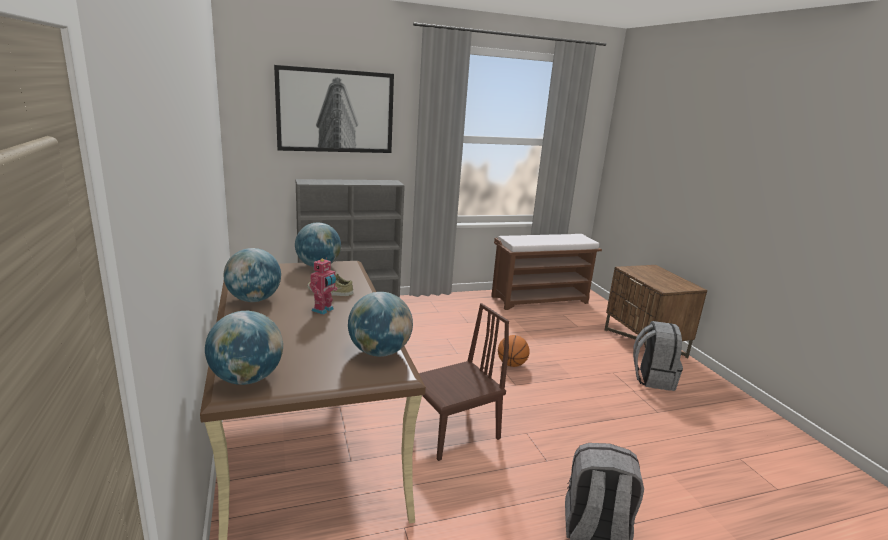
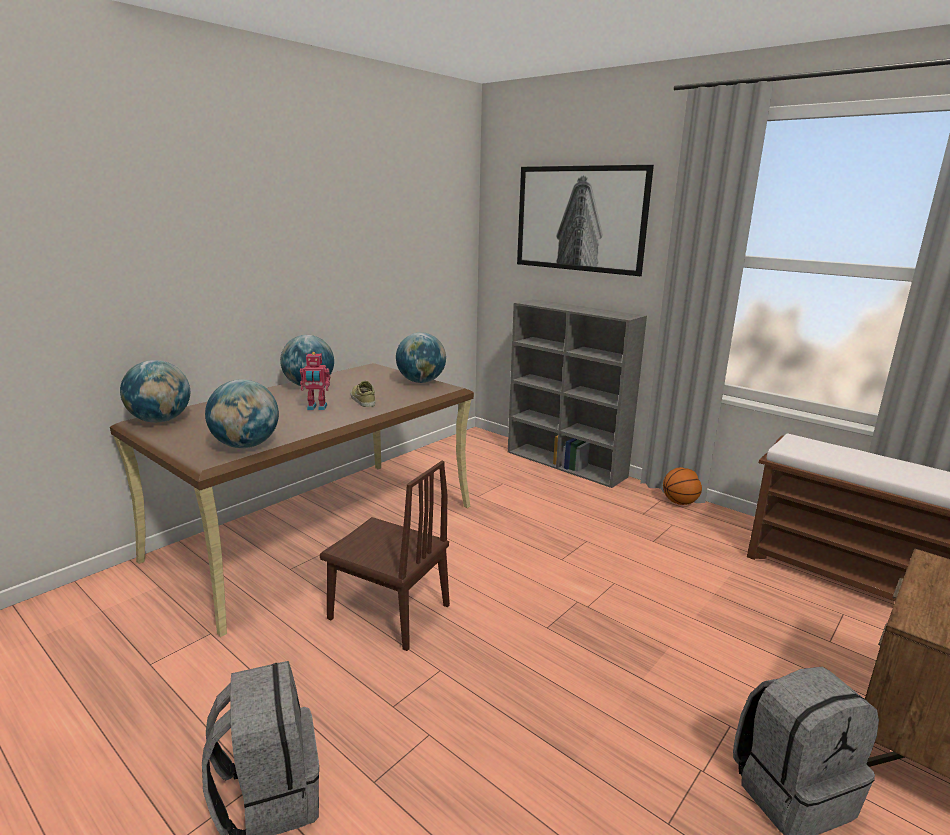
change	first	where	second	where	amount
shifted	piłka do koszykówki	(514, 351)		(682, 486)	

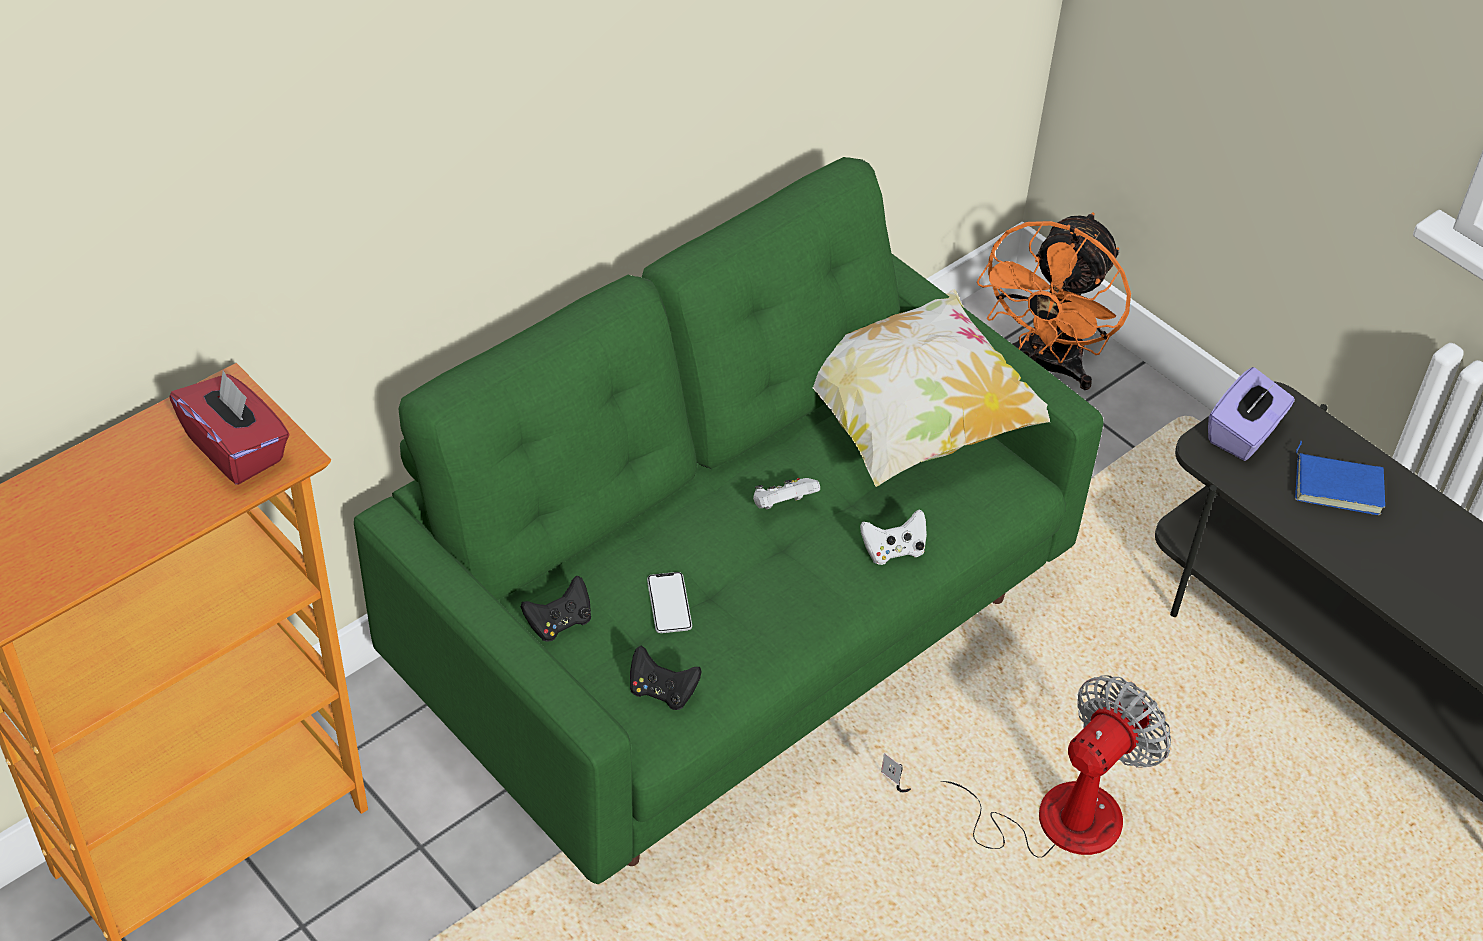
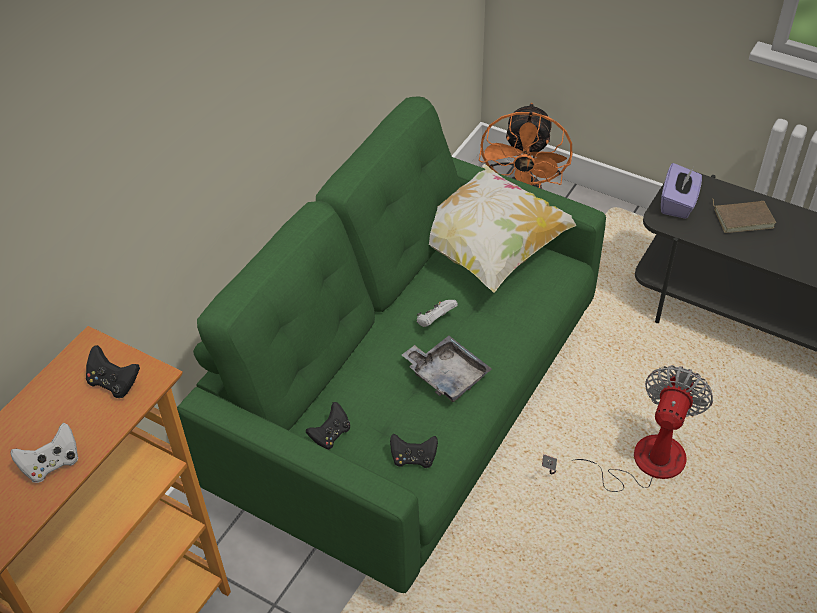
change	first	where	second	where	amount
gone	telefon	(669, 602)			
new			taca/szary	(447, 369)	
shifted	pad do gier/biały	(893, 537)		(44, 453)	
swapped	pudełko chusteczek/czerwony	(229, 427)	pad do gier/czarny	(113, 371)	
repainted	książka/niebieski	(1340, 478)	książka/brązowy	(744, 215)	

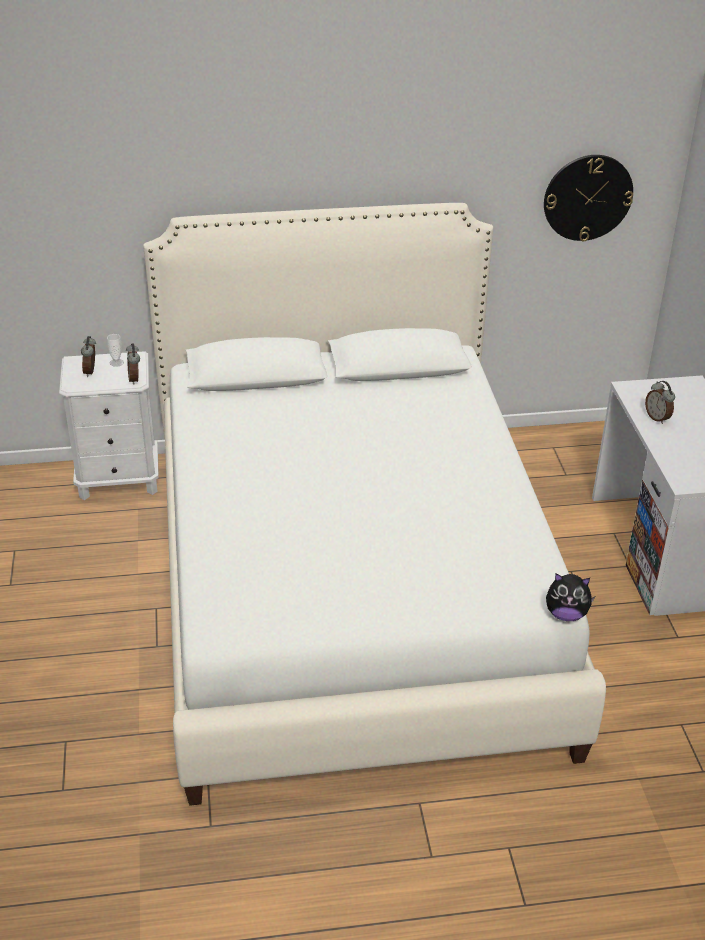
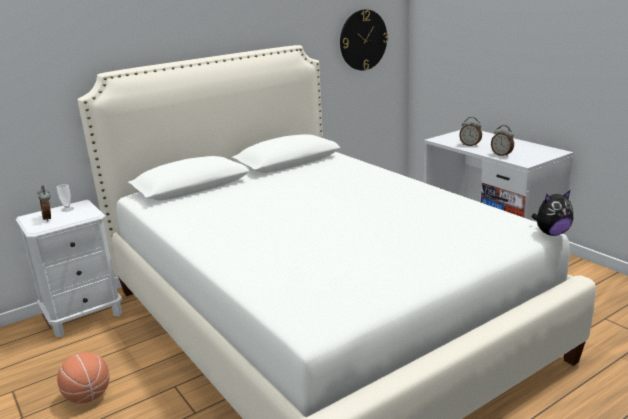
change	first	where	second	where	amount
new			piłka do koszykówki	(83, 378)	
shifted	budzik	(133, 364)		(502, 141)	

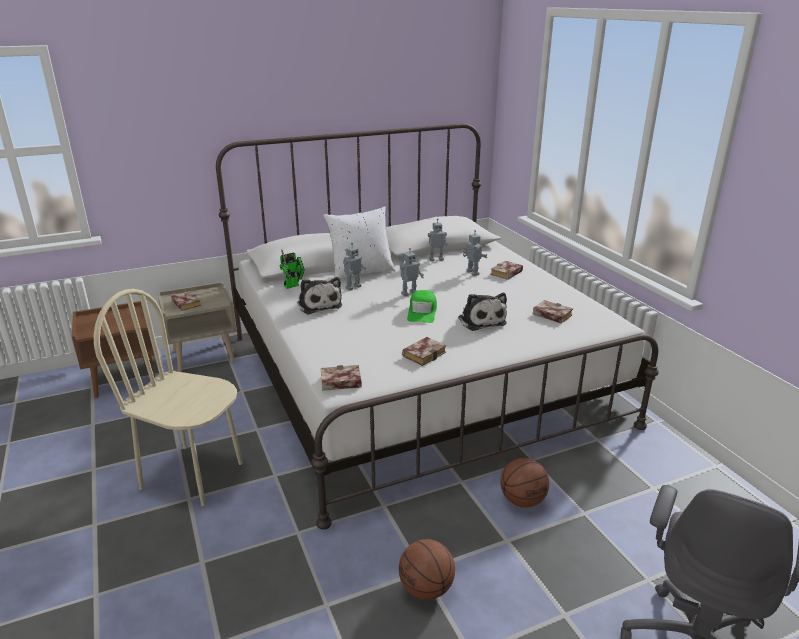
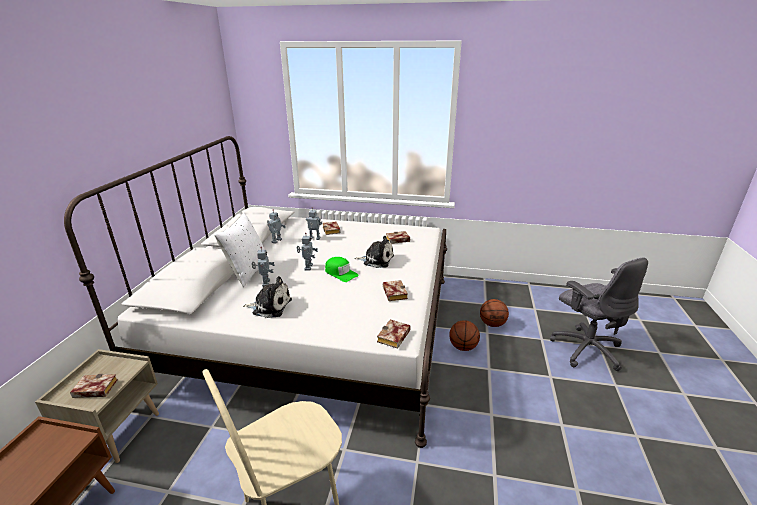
change	first	where	second	where	amount
gone	robot zabawkowy	(292, 269)			
shifted	piłka do koszykówki	(427, 569)		(494, 313)	

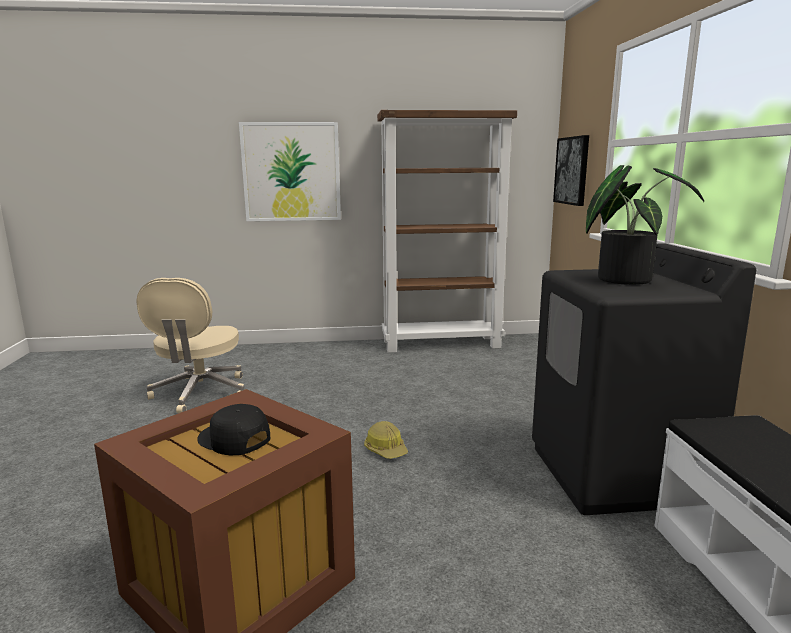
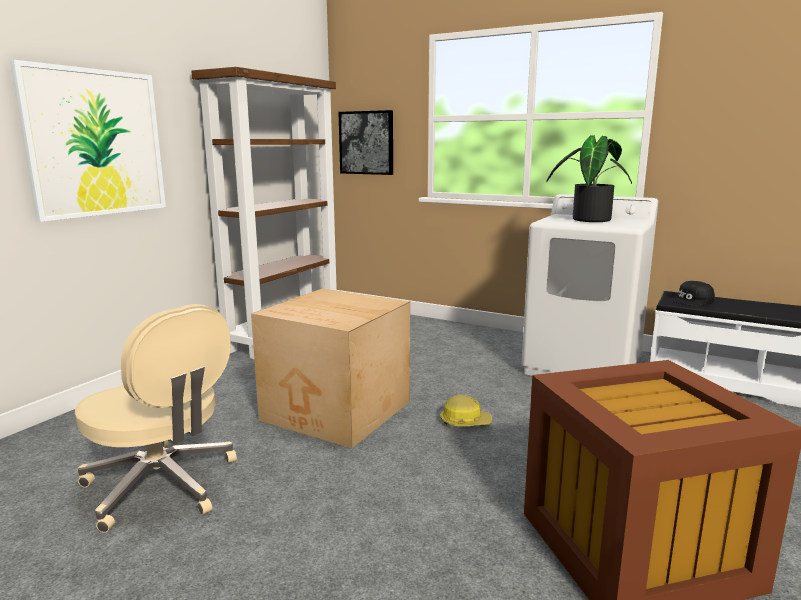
change	first	where	second	where	amount
new			karton	(330, 368)	
shifted	czapka z daszkiem/czarny	(233, 429)		(692, 293)	
repainted	pralka/czarny	(644, 379)	pralka/biały	(589, 285)	

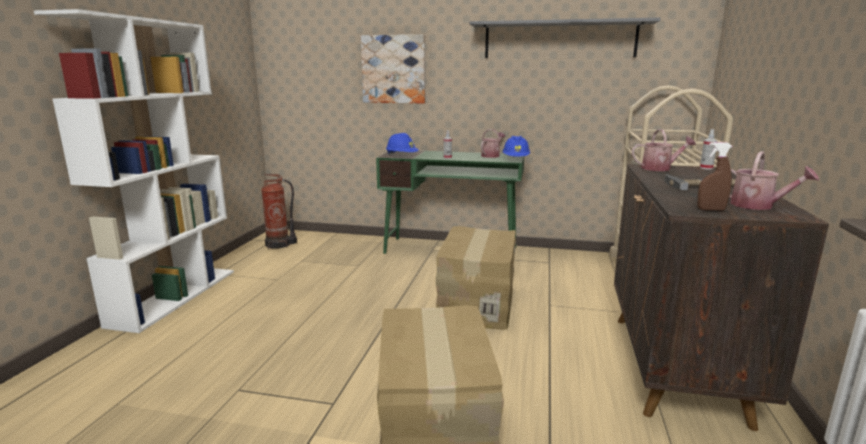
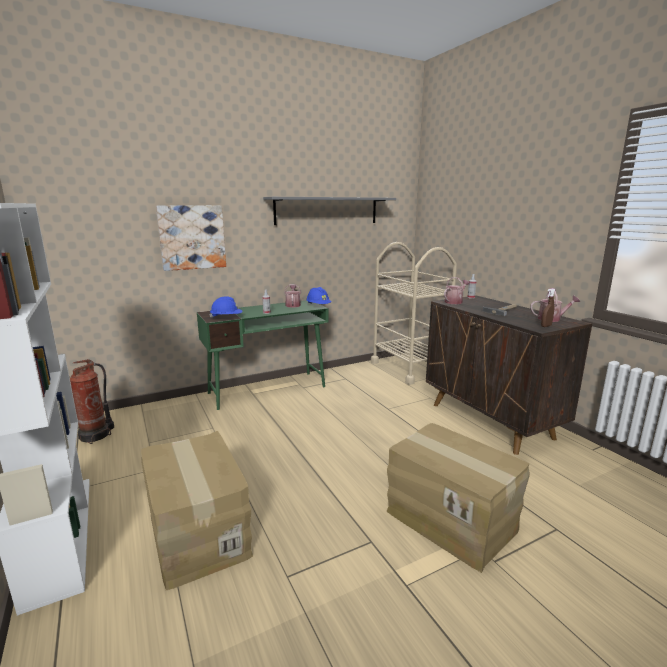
change	first	where	second	where	amount
shifted	karton	(475, 278)		(197, 510)	

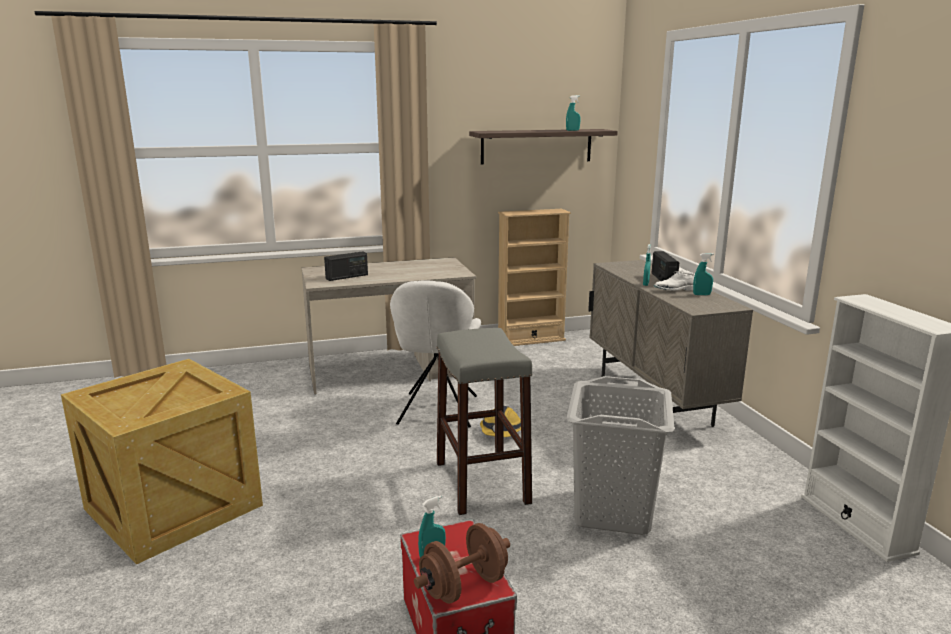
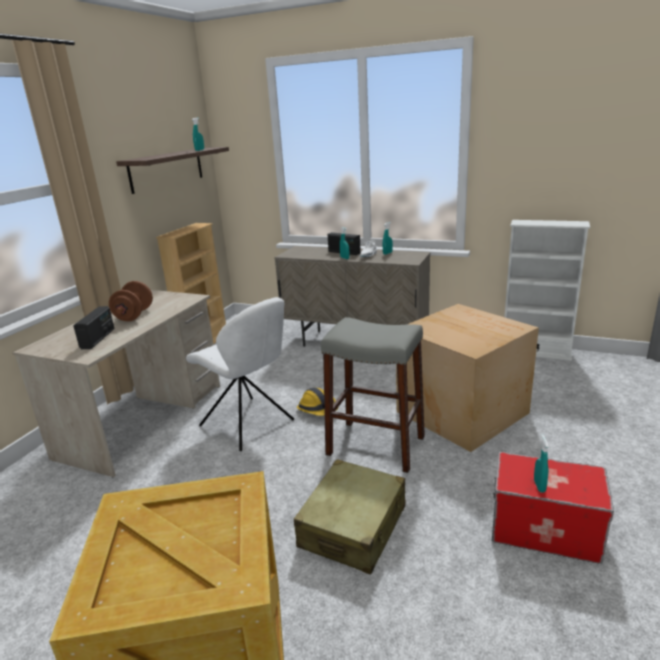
change	first	where	second	where	amount
new			walizka/beżowy	(349, 516)	
shifted	hantel/brązowy	(462, 563)		(131, 301)	
swapped	kosz na pranie/szary	(620, 455)	karton	(467, 378)	

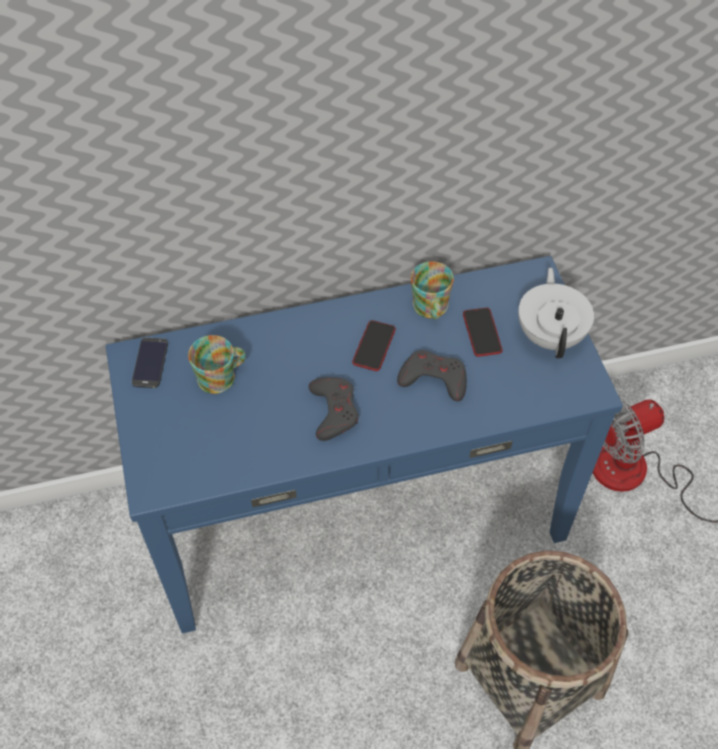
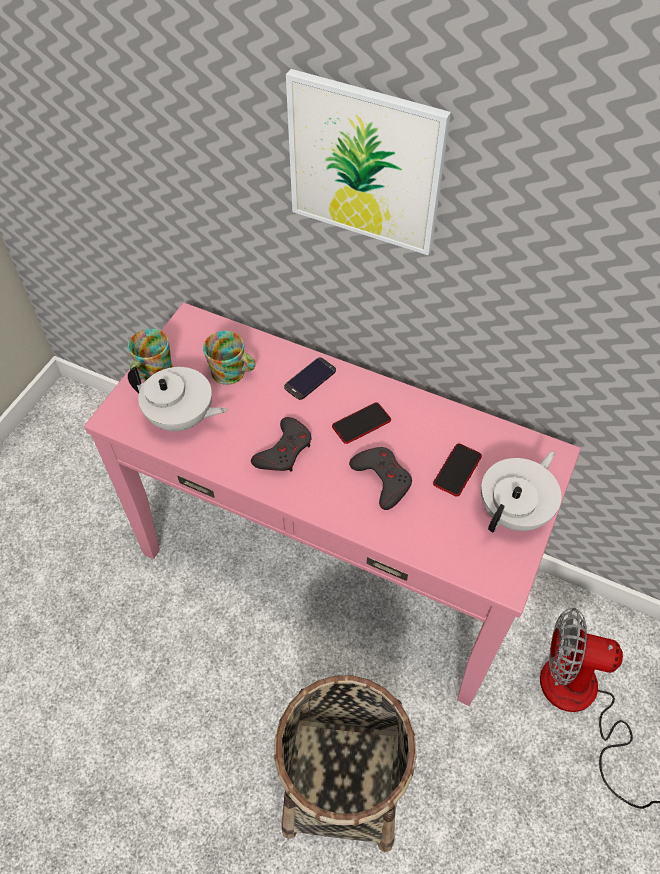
change	first	where	second	where	amount
new			imbryk/biały	(177, 399)	
new			obraz	(368, 162)	
shifted	telefon	(150, 363)		(310, 378)	
shifted	kubek	(432, 290)		(150, 355)	
repainted	stolik konsolowy/niebieski	(364, 444)	stolik konsolowy/różowy	(332, 504)	

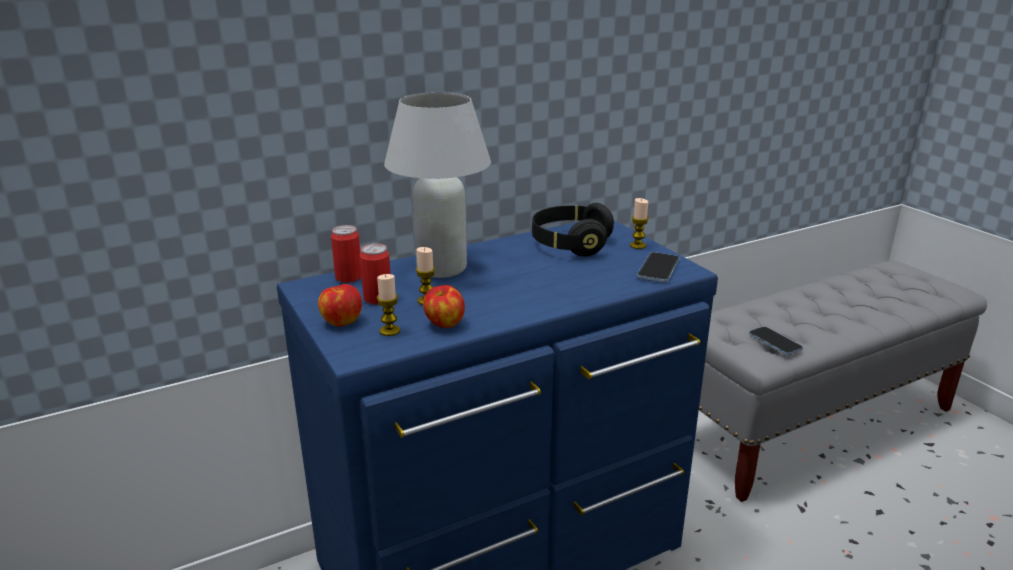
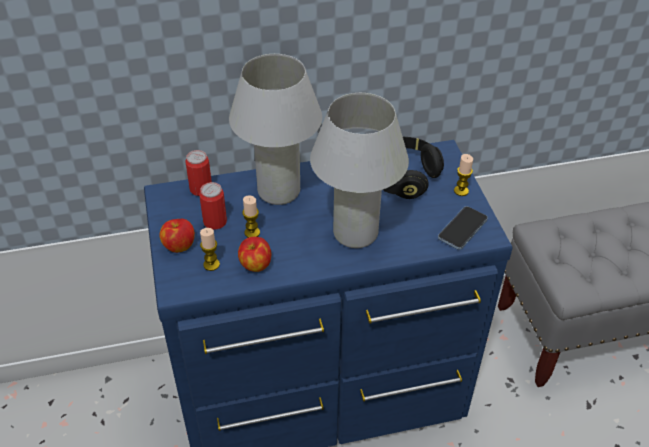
change	first	where	second	where	amount
gone	telefon	(776, 340)			
new			lampa stołowa/biały	(359, 170)	

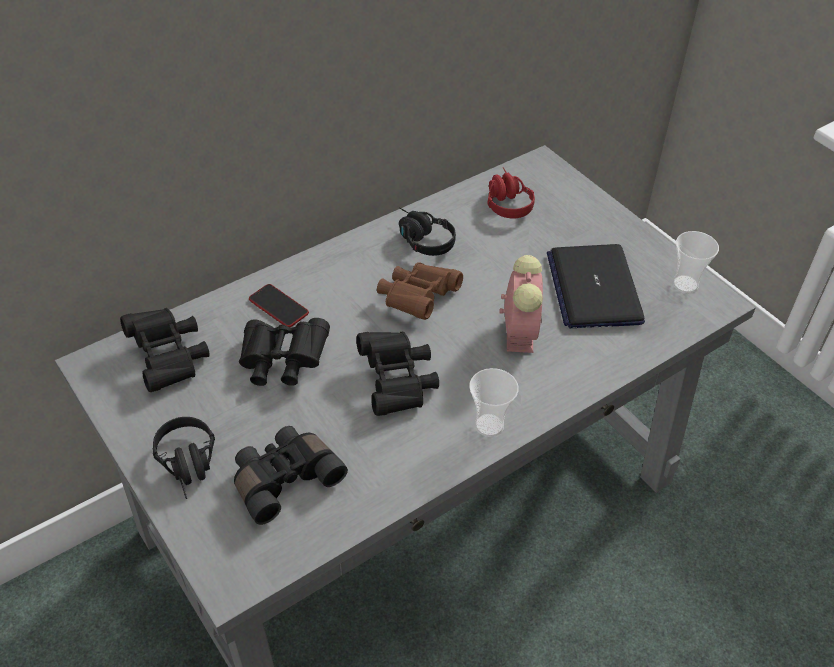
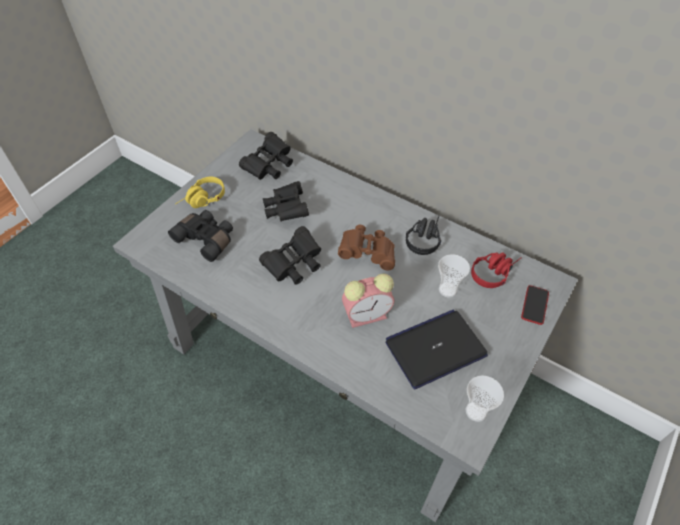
change	first	where	second	where	amount
shifted	telefon	(279, 305)		(535, 305)	
shifted	filiżanka	(494, 402)		(454, 275)	
repainted	słuchawki/czarny	(183, 458)	słuchawki/żółty	(200, 192)	

